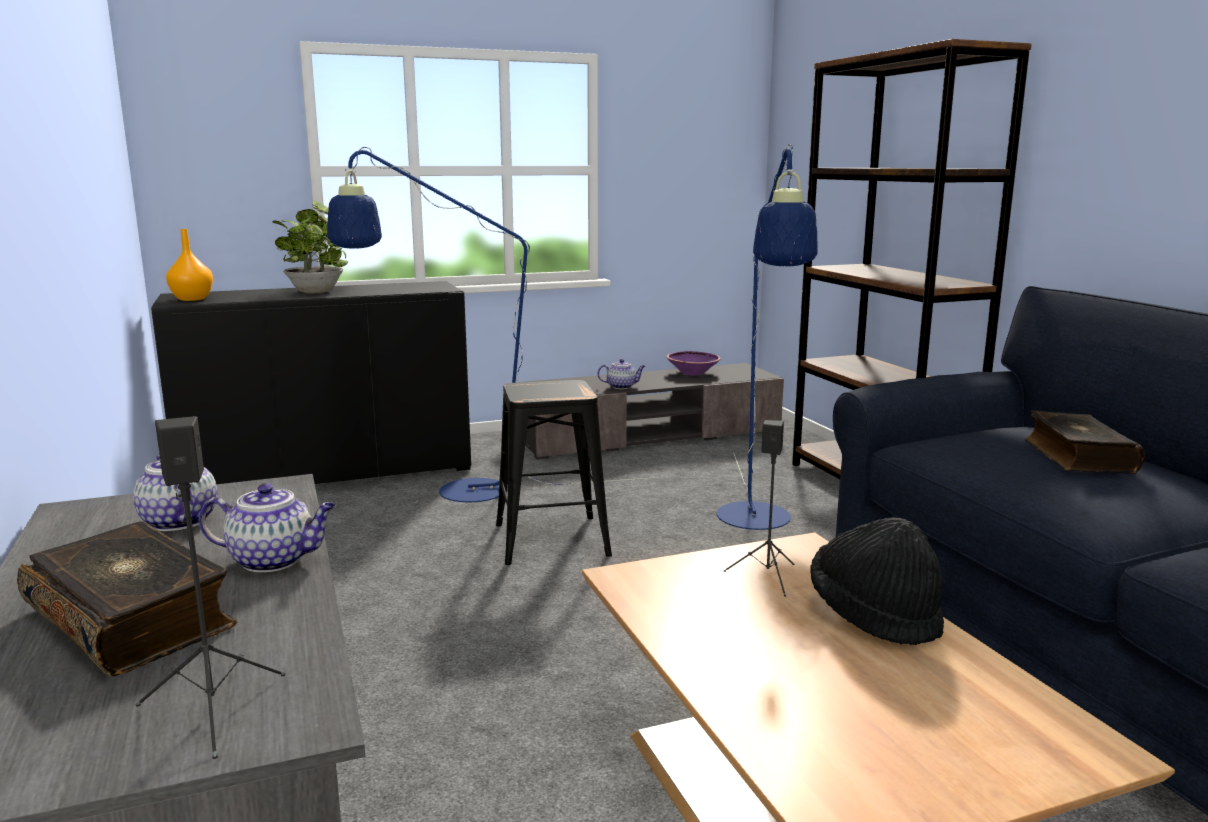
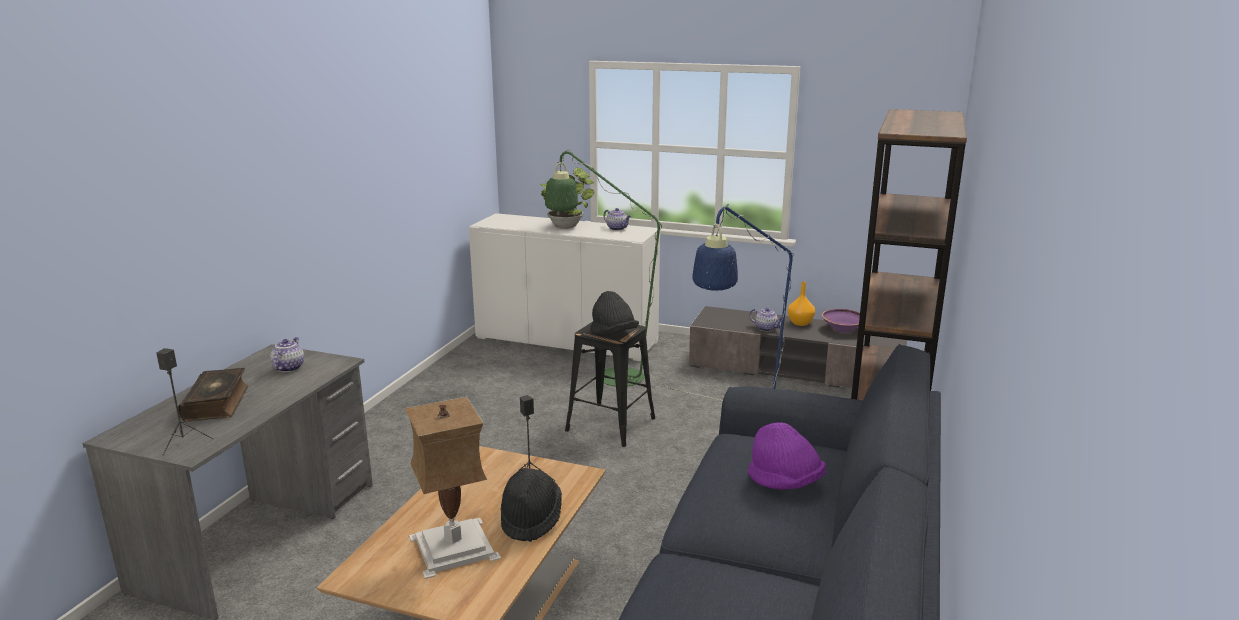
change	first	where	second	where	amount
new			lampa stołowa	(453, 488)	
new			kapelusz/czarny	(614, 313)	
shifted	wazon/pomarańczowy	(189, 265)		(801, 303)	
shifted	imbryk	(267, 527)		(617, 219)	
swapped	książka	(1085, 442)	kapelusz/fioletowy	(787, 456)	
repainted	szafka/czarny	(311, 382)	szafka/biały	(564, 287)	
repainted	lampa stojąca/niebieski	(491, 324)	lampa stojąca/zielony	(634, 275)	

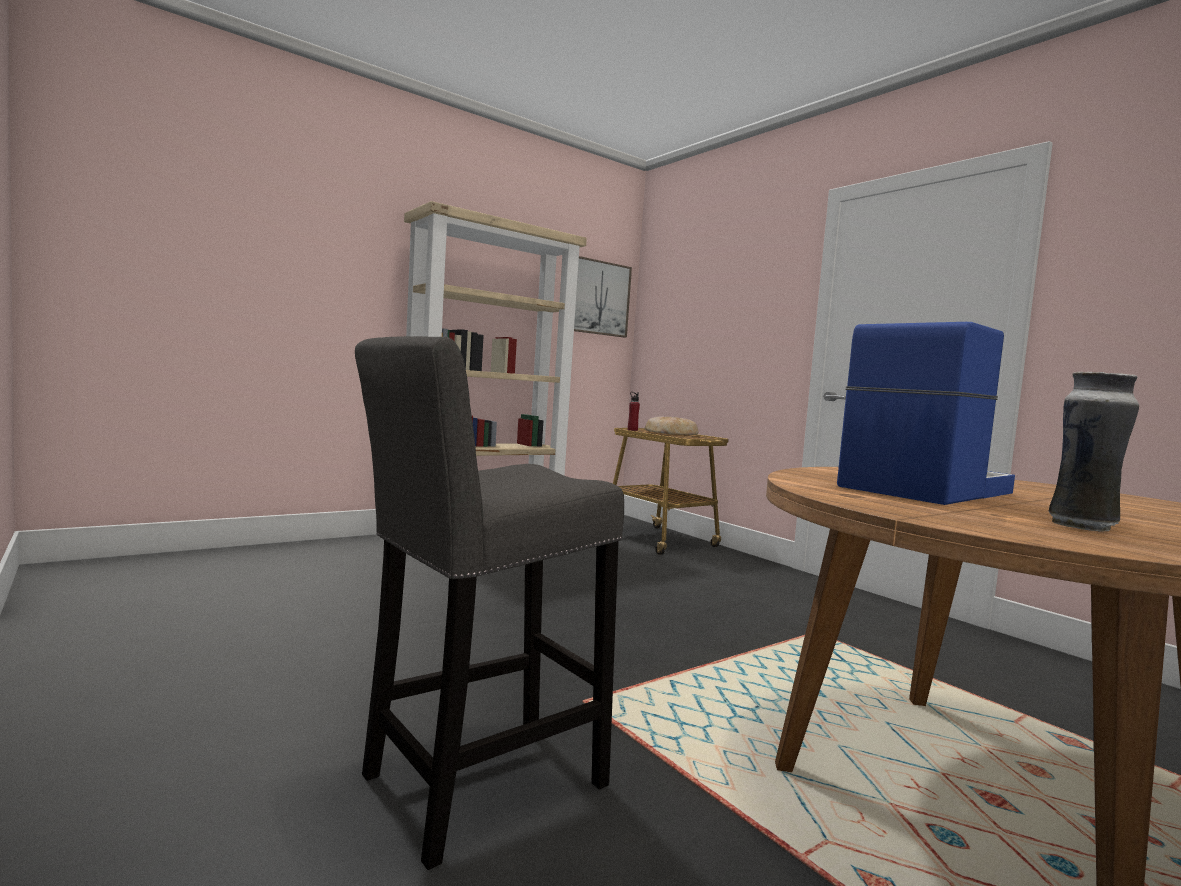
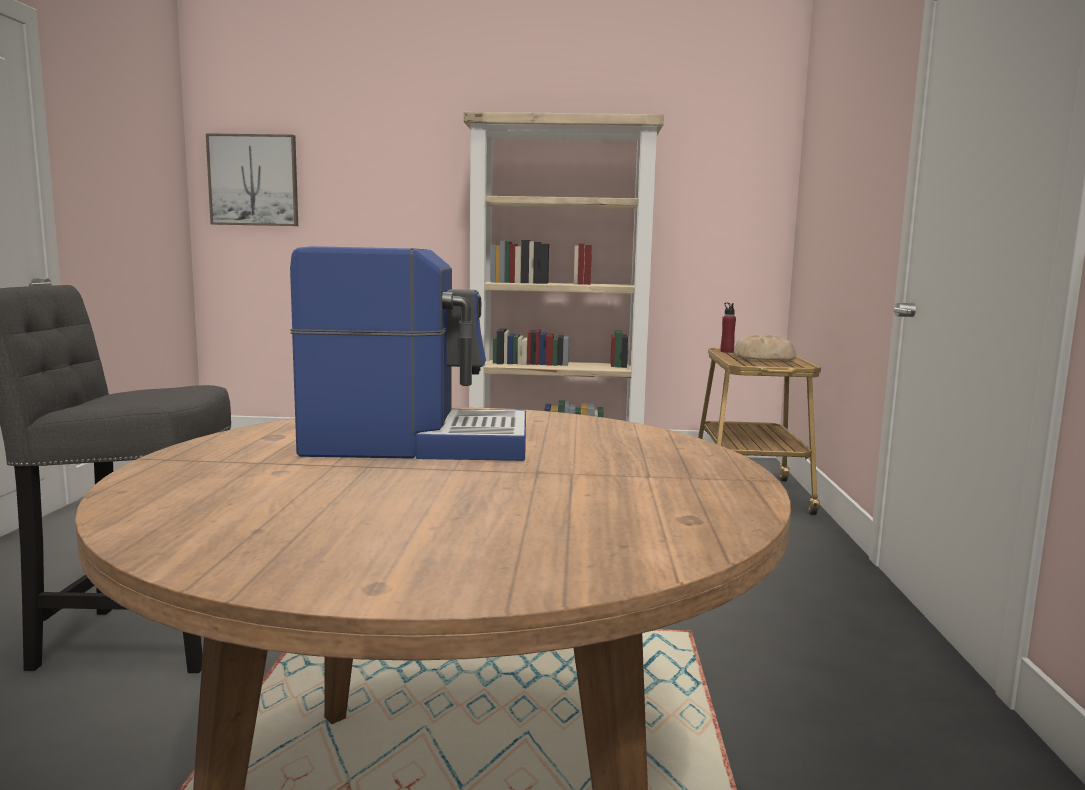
change	first	where	second	where	amount
gone	wazon	(1094, 452)			
shifted	obraz	(603, 296)		(252, 179)	

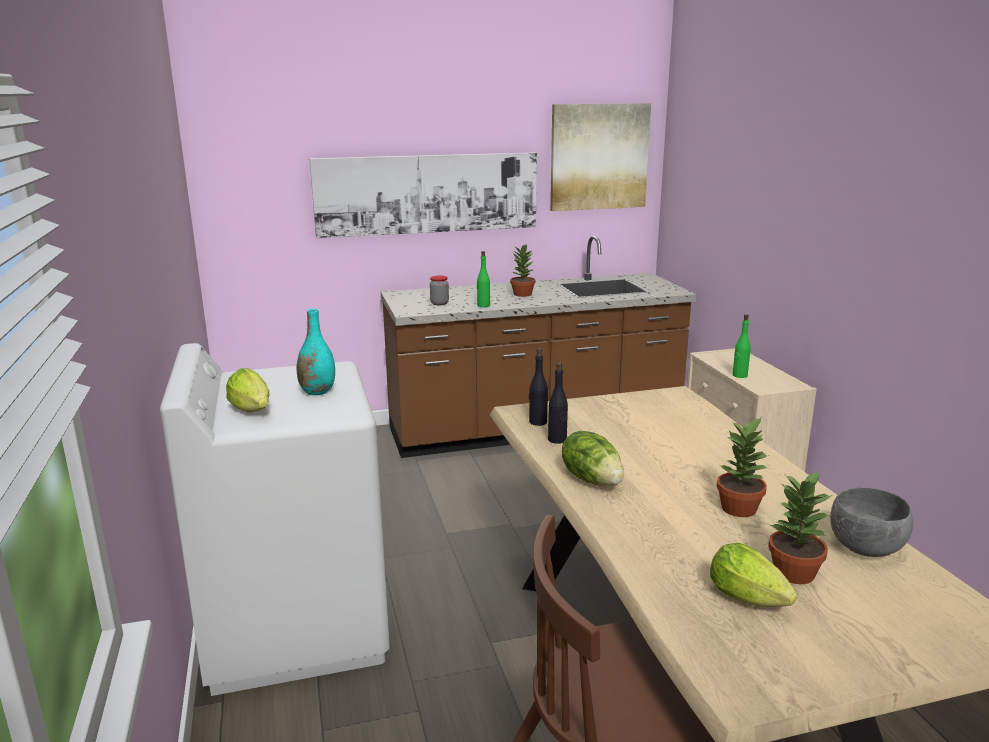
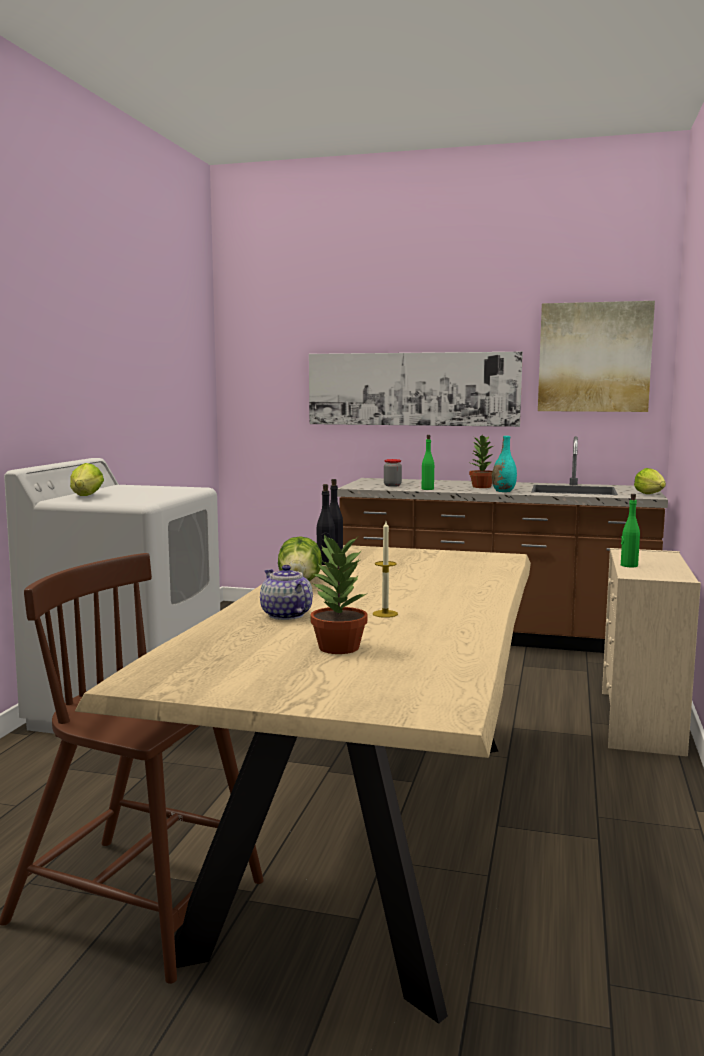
change	first	where	second	where	amount
gone	miska/szary	(871, 522)			
new			imbryk	(286, 592)	
shifted	wazon/turkusowy	(315, 352)		(504, 464)	
shifted	sałata	(753, 575)		(650, 481)	
swapped	roślina doniczkowa	(743, 467)	świeca	(385, 569)	

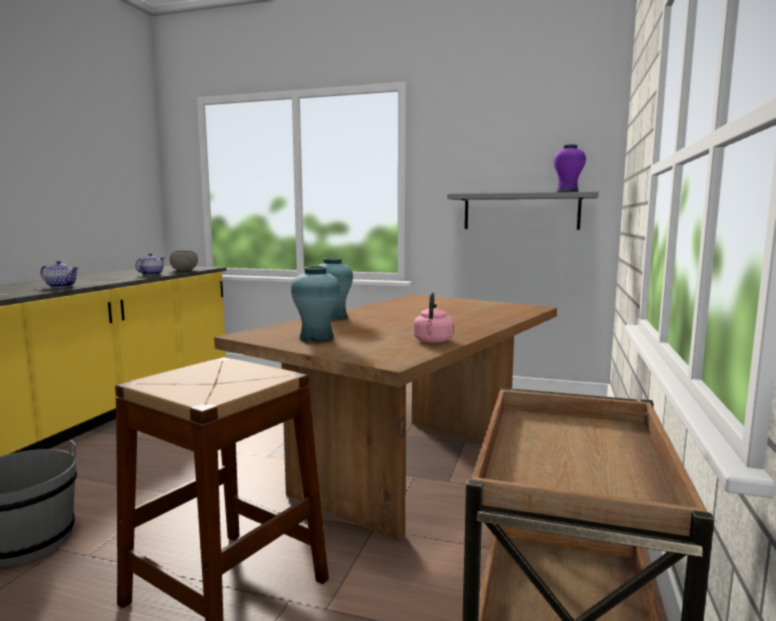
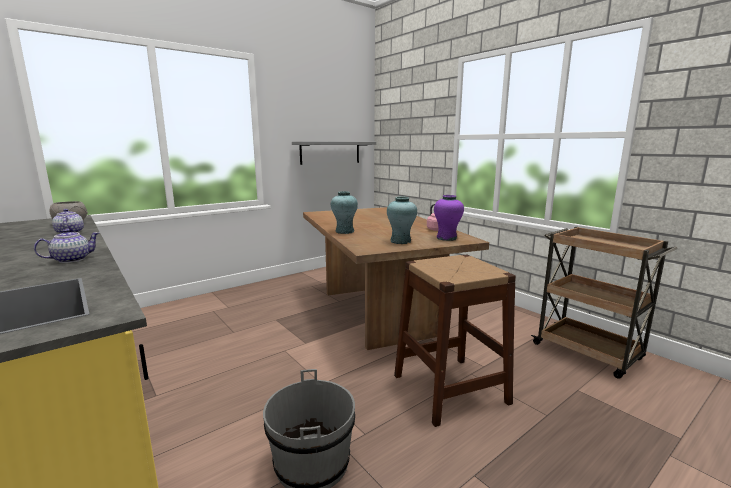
change	first	where	second	where	amount
shifted	wazon/fioletowy	(569, 168)		(449, 218)	

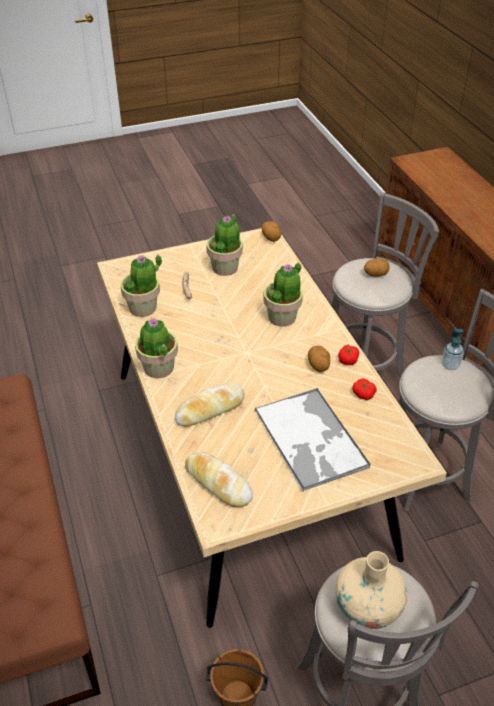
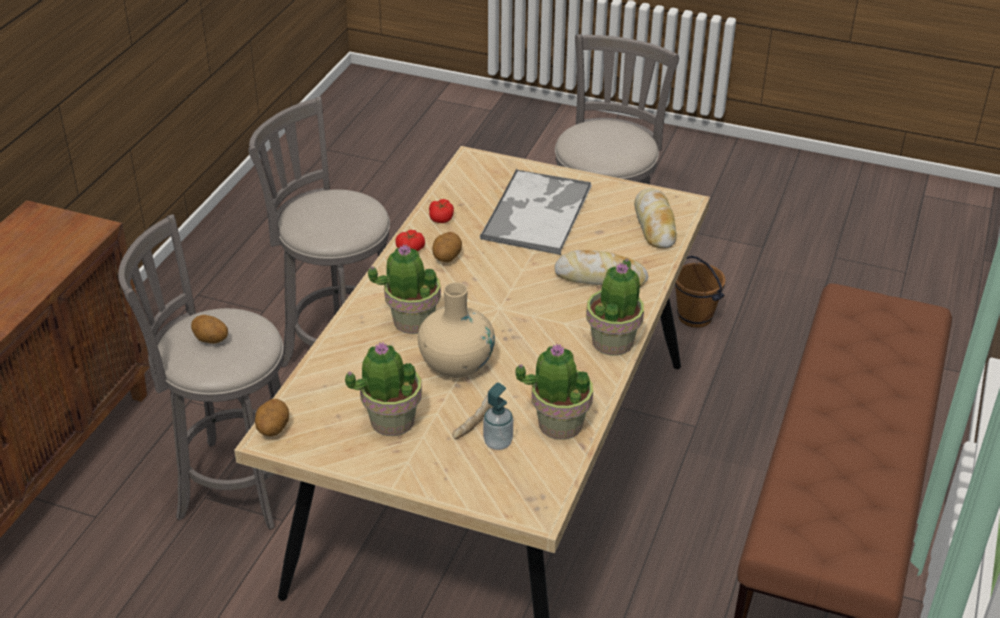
change	first	where	second	where	amount
shifted	wazon/beżowy	(371, 590)		(456, 330)	
shifted	dozownik mydła	(453, 349)		(498, 416)	

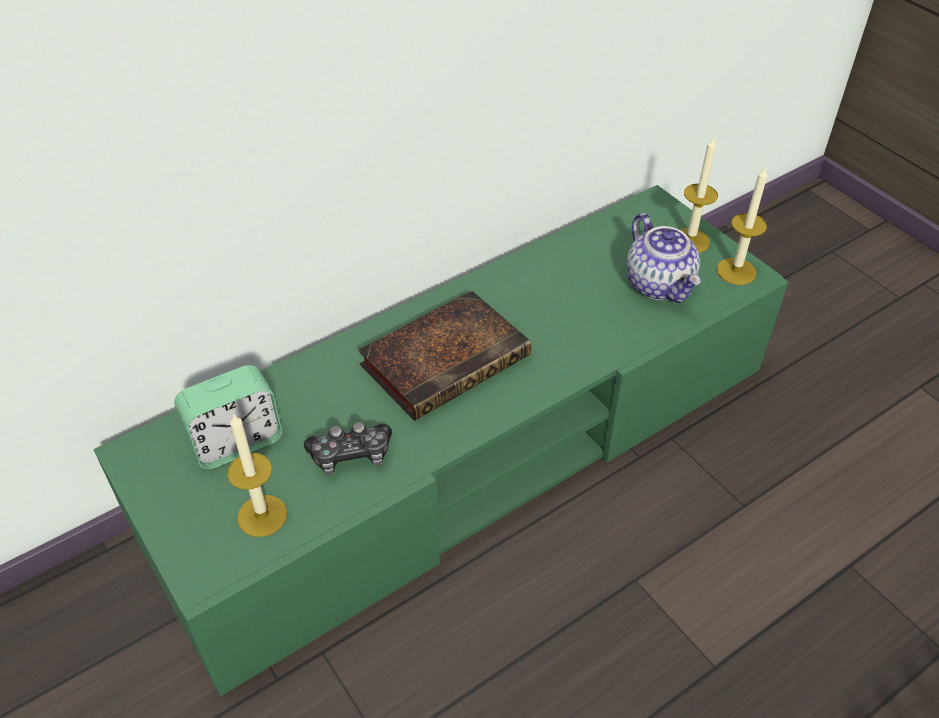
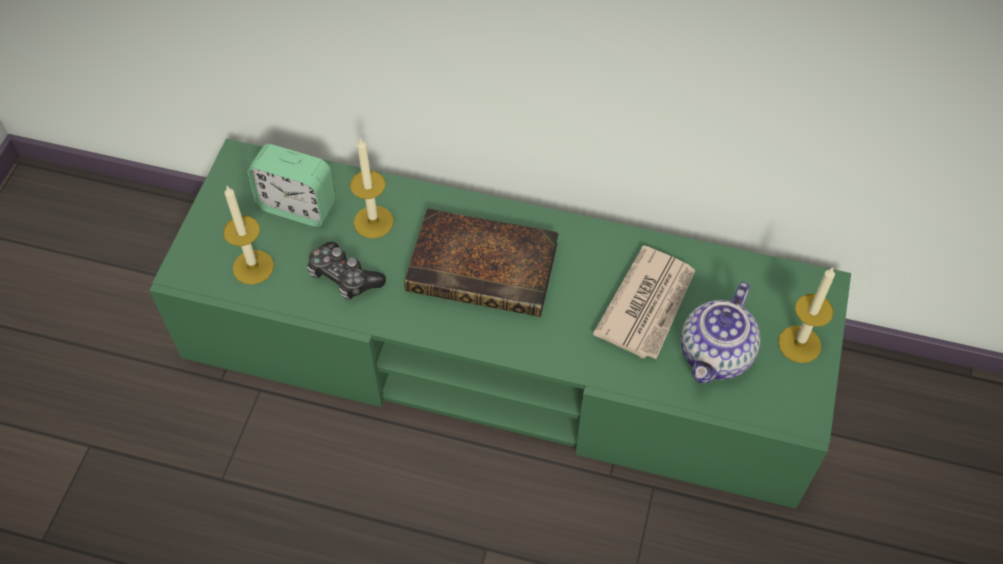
change	first	where	second	where	amount
new			gazeta	(644, 302)	
shifted	świeca	(741, 225)		(372, 188)	

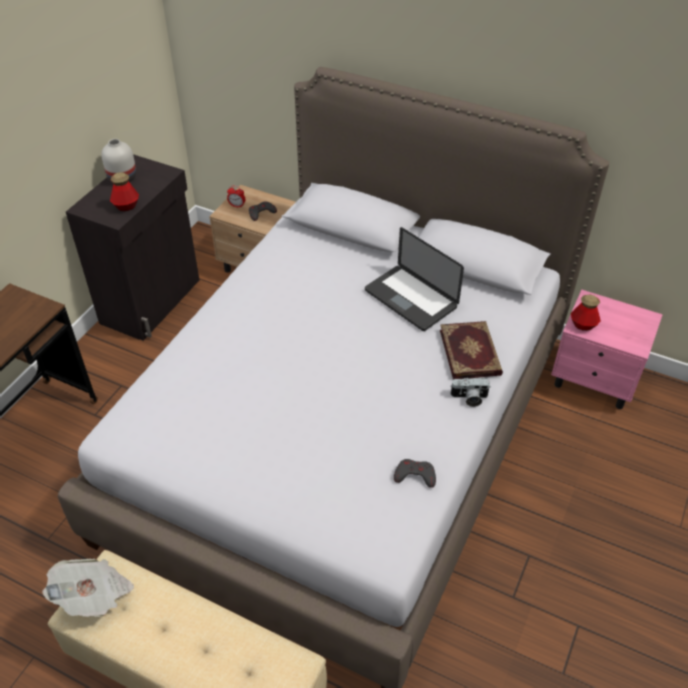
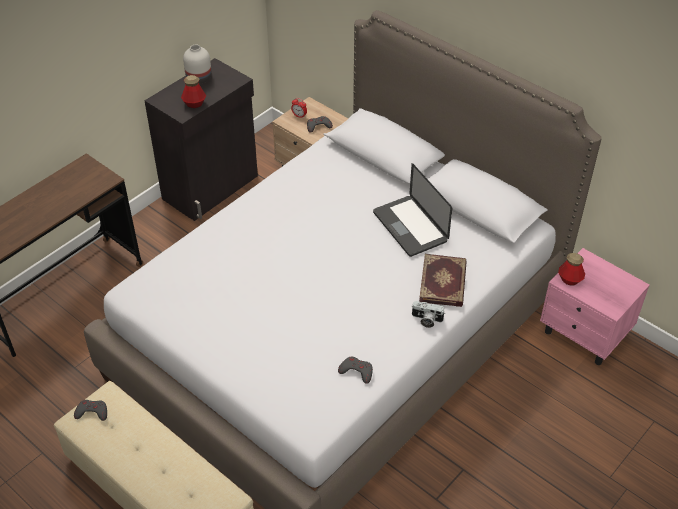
change	first	where	second	where	amount
swapped	gazeta	(88, 588)	pad do gier/szary	(90, 410)	

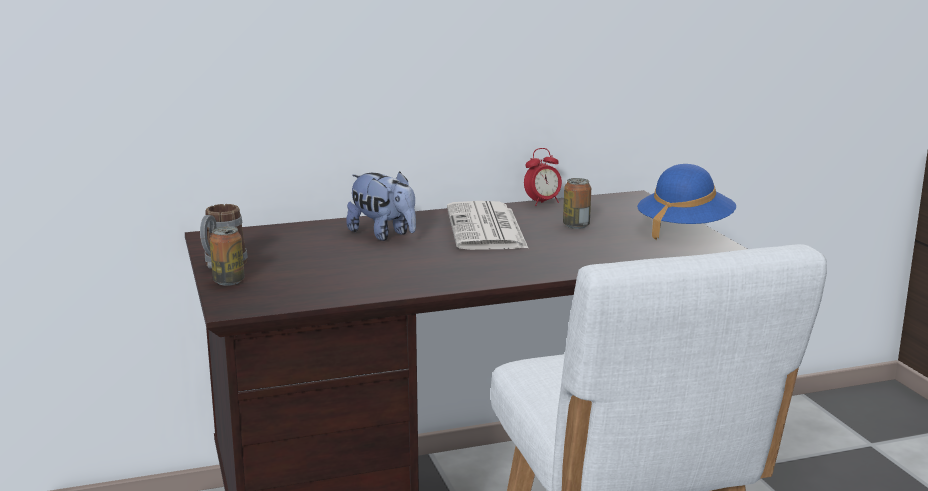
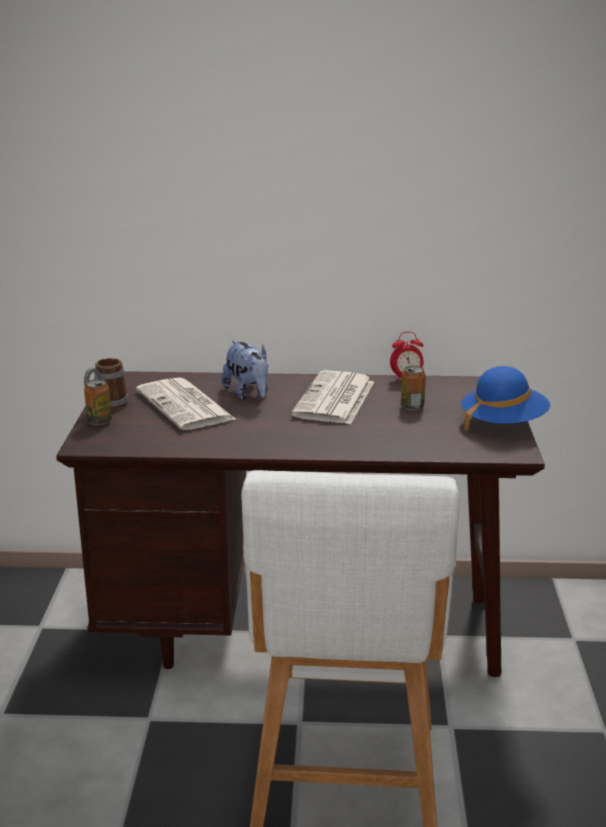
change	first	where	second	where	amount
new			gazeta	(186, 403)	

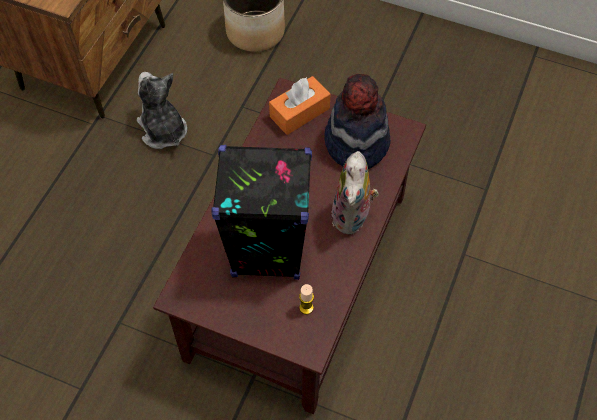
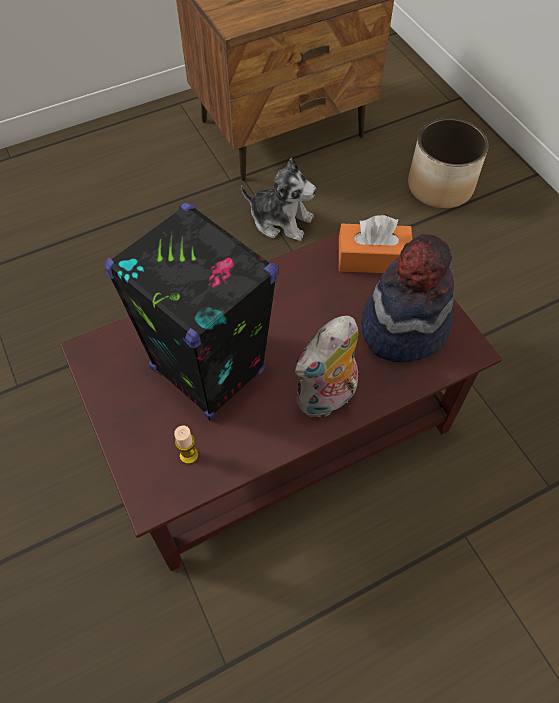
change	first	where	second	where	amount
rotated	pluszak	(162, 110)		(278, 199)	105 degrees clockwise

